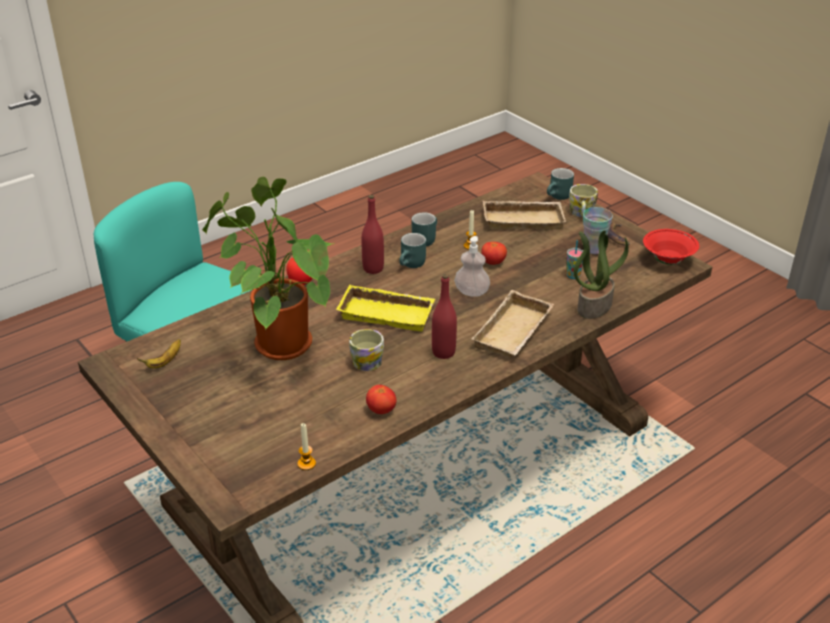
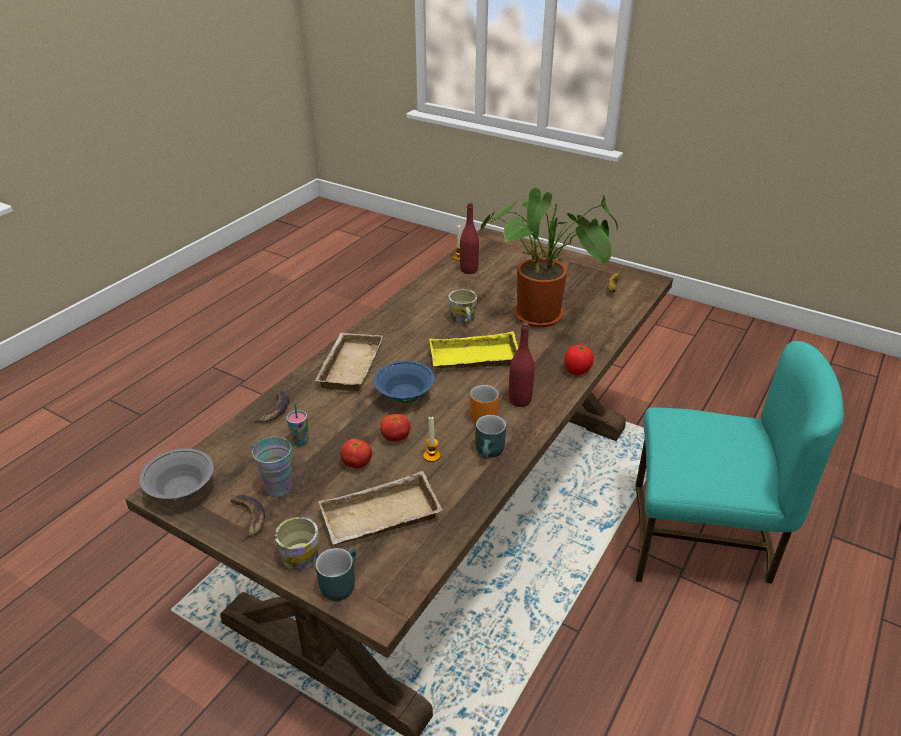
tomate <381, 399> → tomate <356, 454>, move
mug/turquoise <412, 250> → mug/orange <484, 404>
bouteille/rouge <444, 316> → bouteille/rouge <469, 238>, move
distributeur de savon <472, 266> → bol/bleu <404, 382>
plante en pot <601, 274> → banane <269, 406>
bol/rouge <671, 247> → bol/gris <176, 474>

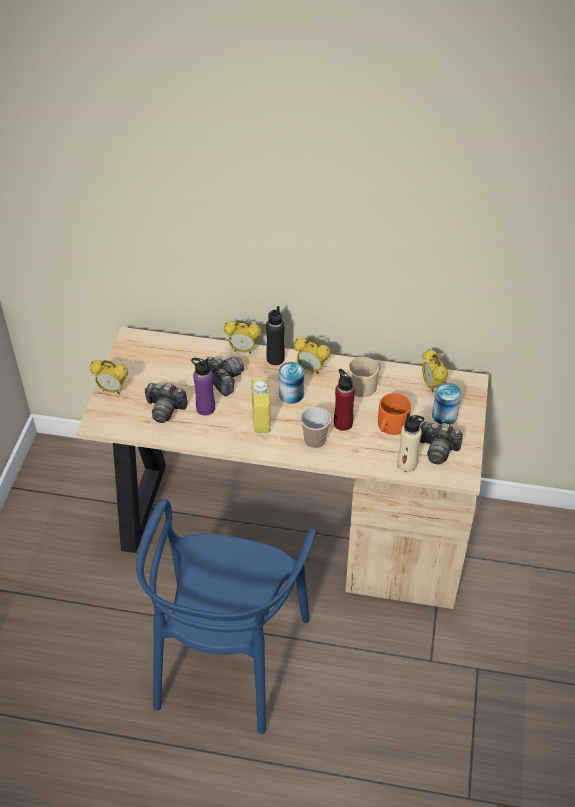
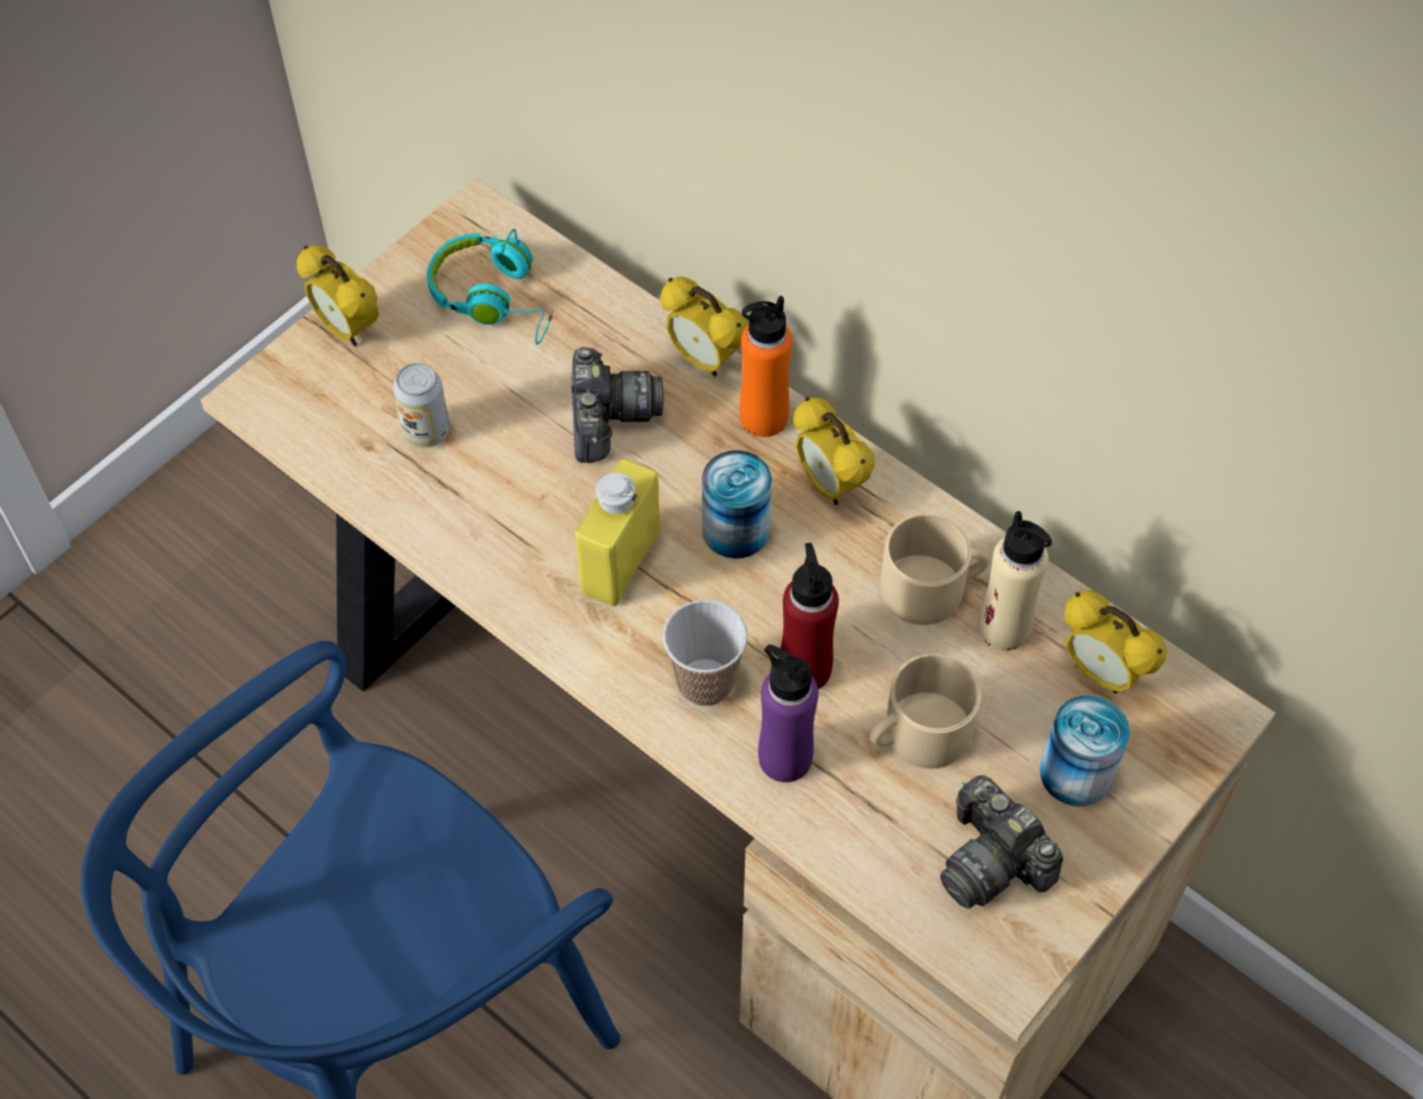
appareil photo <166, 403> → boîte métallique <421, 405>
bouteille/violet <203, 387> → bouteille/violet <788, 713>, move
bouteille/noir <275, 335> → bouteille/orange <766, 366>
mug/orange <394, 414> → mug/beige <925, 711>
bouteille/beige <410, 442> → bouteille/beige <1015, 580>, move
réveil <435, 370> → réveil <1115, 642>, 60 degrees counterclockwise
- → casque audio/turquoise <490, 286>

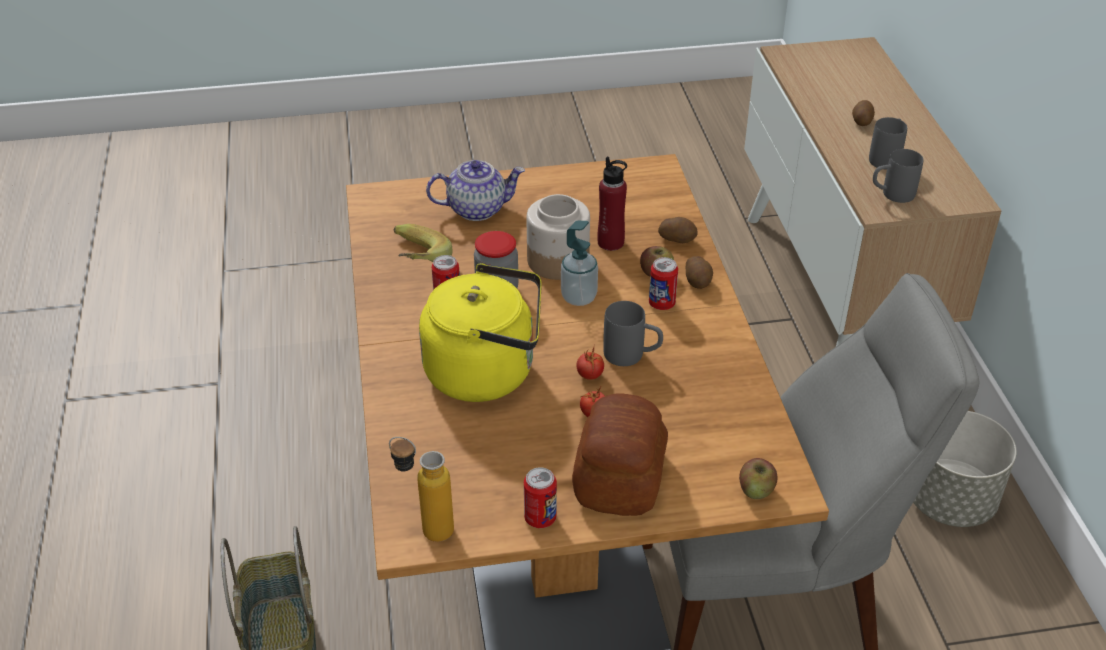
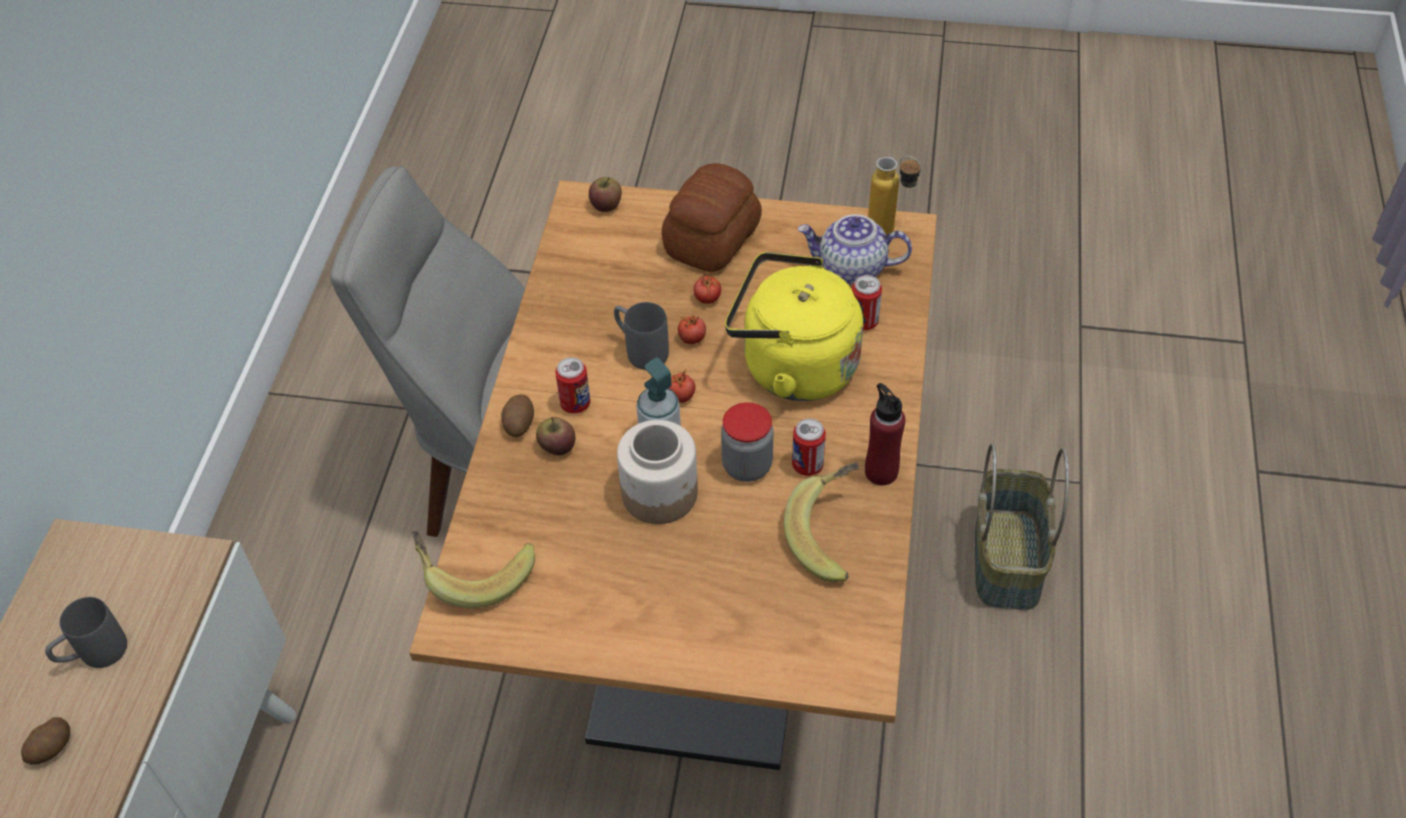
théière <475, 190> → théière <854, 249>, move
boîte métallique <540, 497> → boîte métallique <867, 302>, move
bouteille/rouge <612, 203> → bouteille/rouge <885, 434>, move
pomme de terre <677, 230> → -
mug/gris <898, 176> → -
cache-pot/gris <965, 469> → -
- → banane <473, 569>
- → tomate <682, 386>

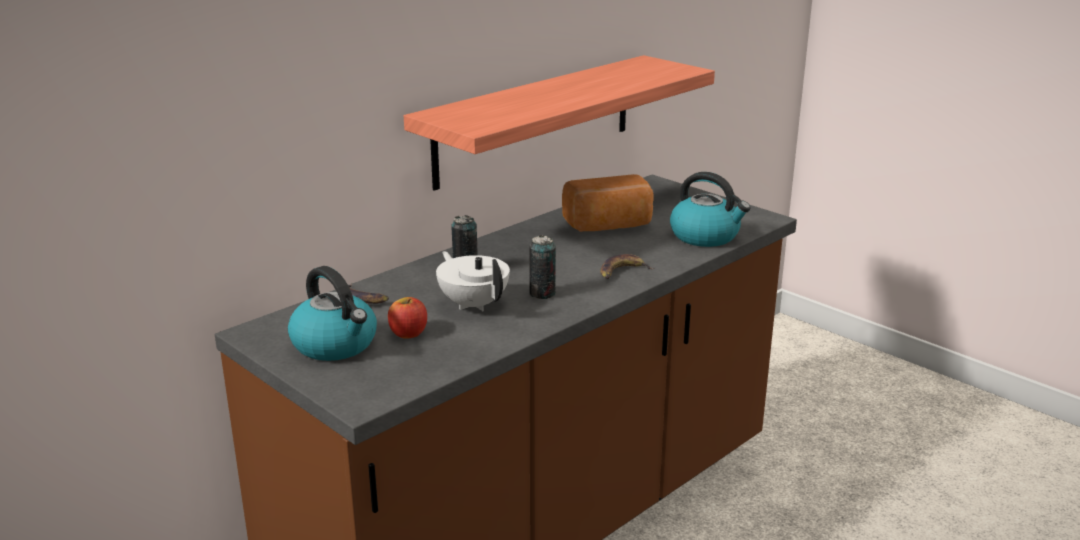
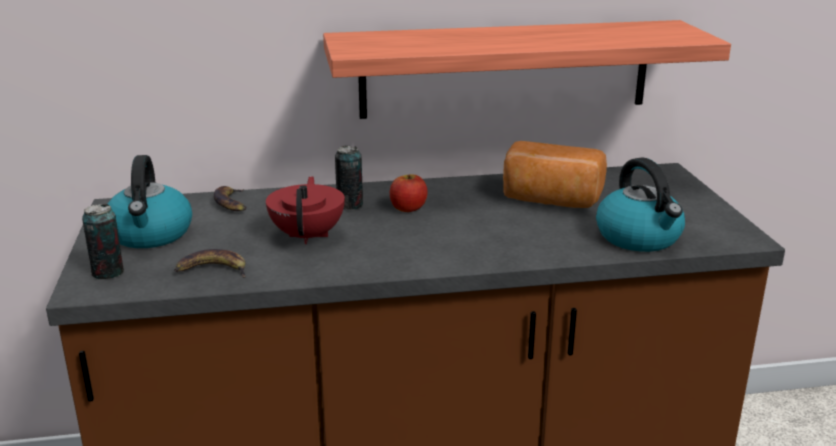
pomme <407, 317> → pomme <409, 193>, move
théière/blanc <473, 281> → théière/rouge <305, 210>
boîte métallique <542, 267> → boîte métallique <103, 241>, move
banane <627, 266> → banane <210, 263>, move

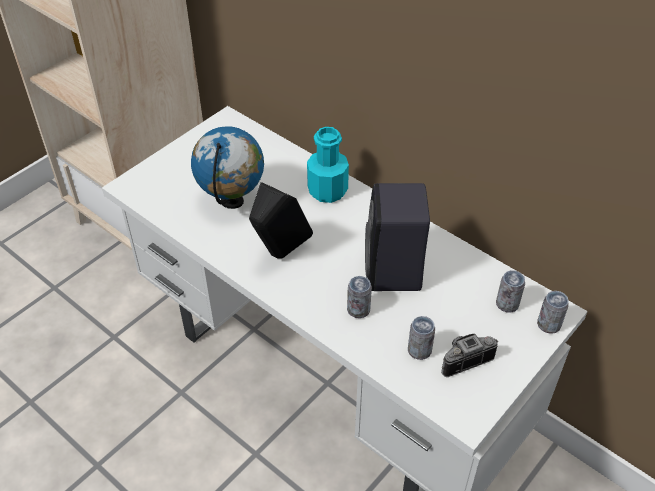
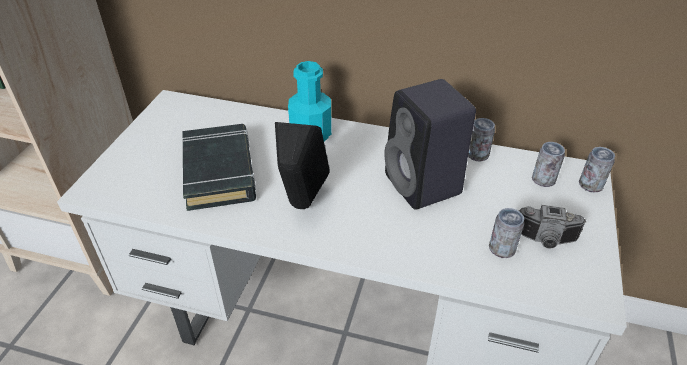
globe <227, 167> → livre/noir <219, 167>
boîte métallique <359, 297> → boîte métallique <481, 139>, move
appareil photo <469, 355> → appareil photo <552, 227>, 120 degrees counterclockwise

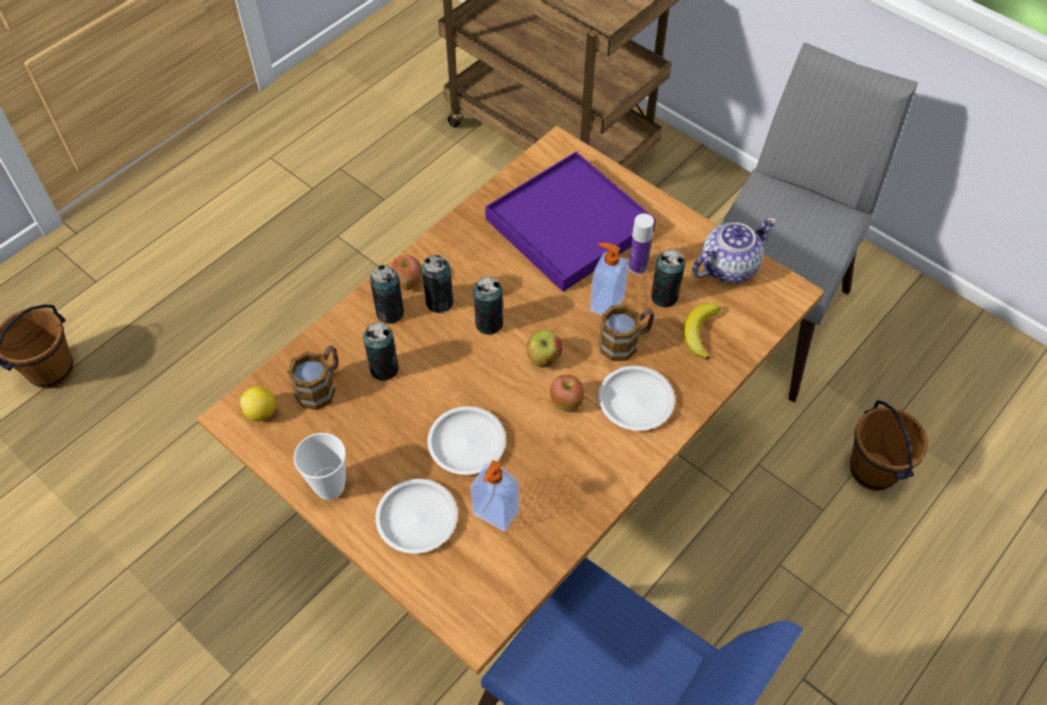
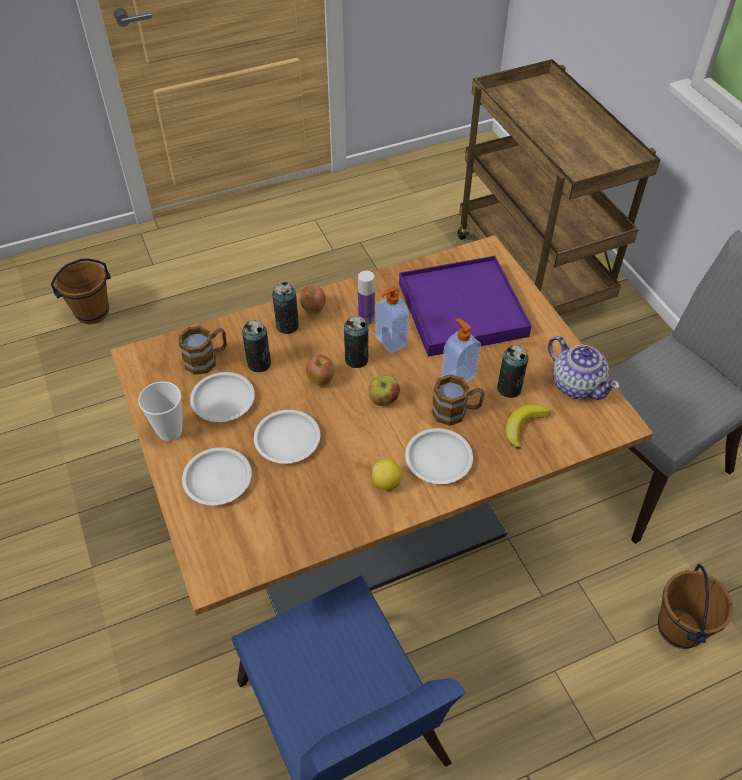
citron <258, 403> → citron <387, 474>, move
boîte métallique <437, 284> → -
distributeur de savon <494, 496> → distributeur de savon <392, 320>, move
pomme <567, 393> → pomme <320, 370>, move
bouteille <641, 243> → bouteille <366, 298>, move
théière <734, 250> → théière <584, 368>, 60 degrees clockwise
- → assiette/blanc <222, 397>

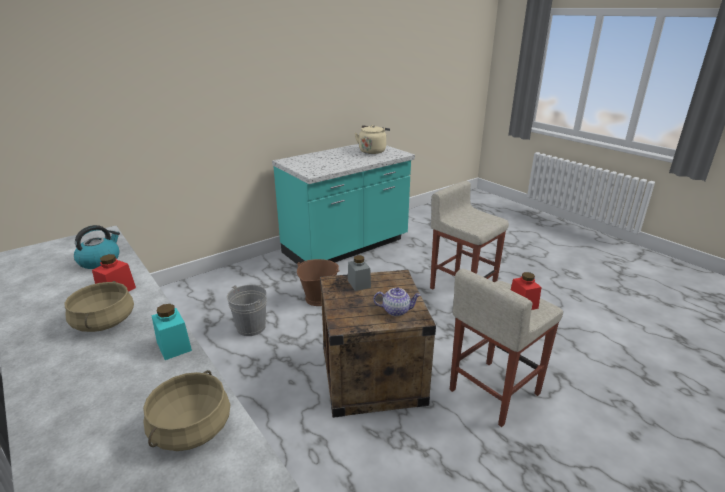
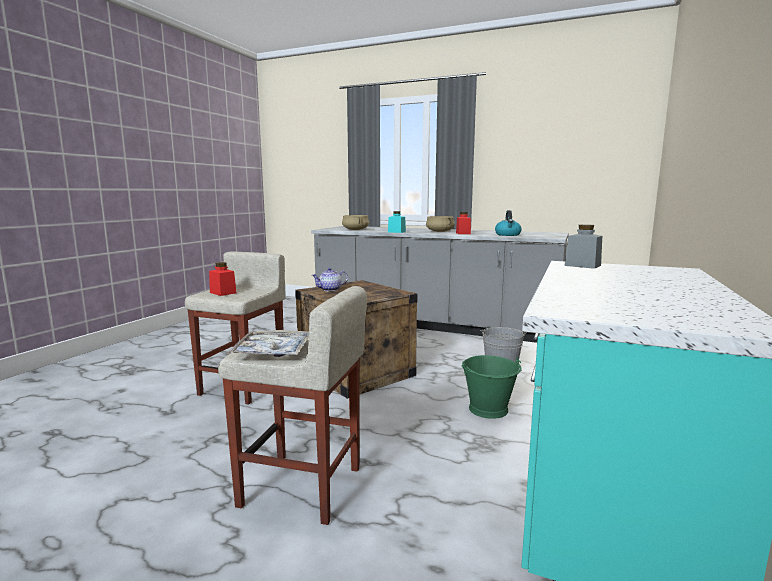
seau/marron <318, 282> → seau/vert <491, 387>
bocal/gris <359, 273> → bocal/gris <583, 246>, move
bouilloire/beige <372, 139> → -
- → plateau <268, 344>

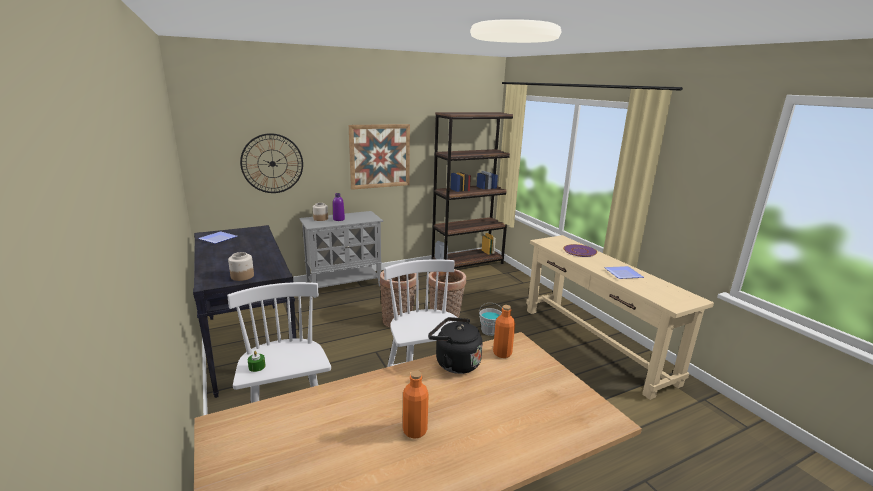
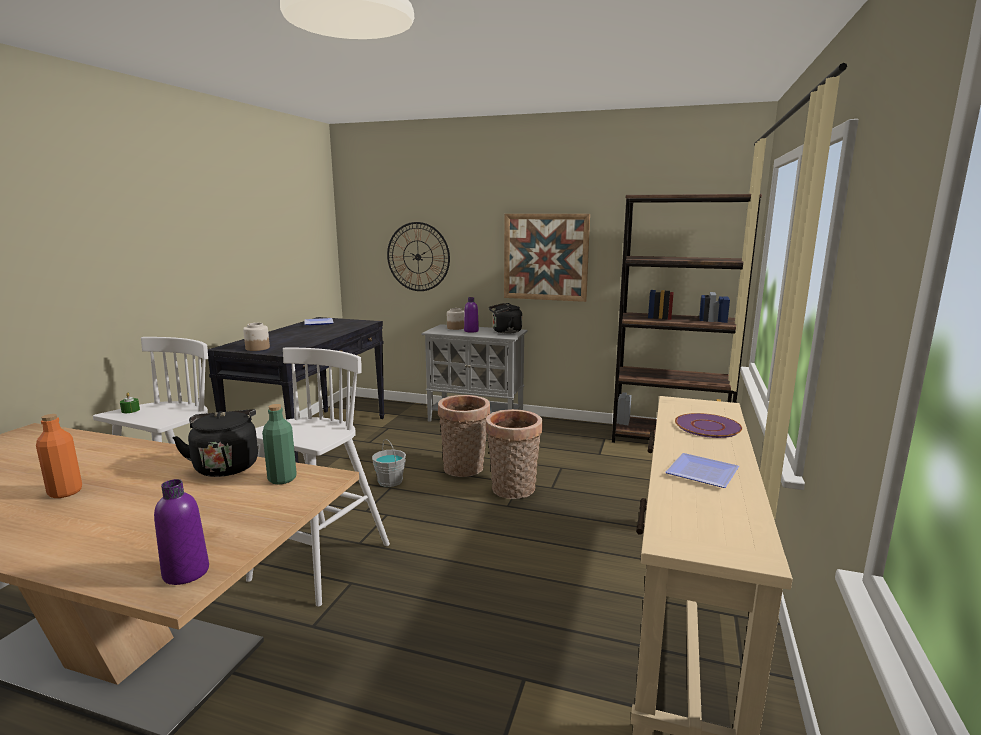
seau/gris <490, 319> → seau/gris <389, 463>, move
bouteille/orange <504, 331> → bouteille/vert <279, 444>
- → bouteille/violet <181, 532>
- → bouilloire/noir <505, 318>

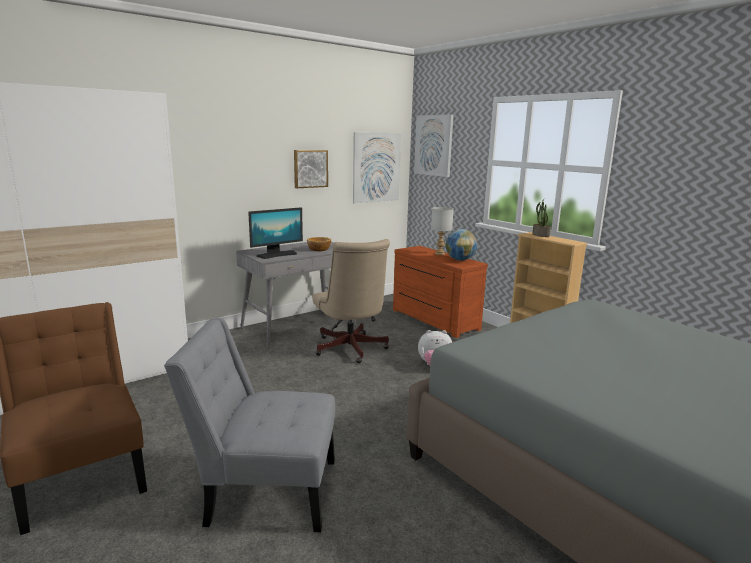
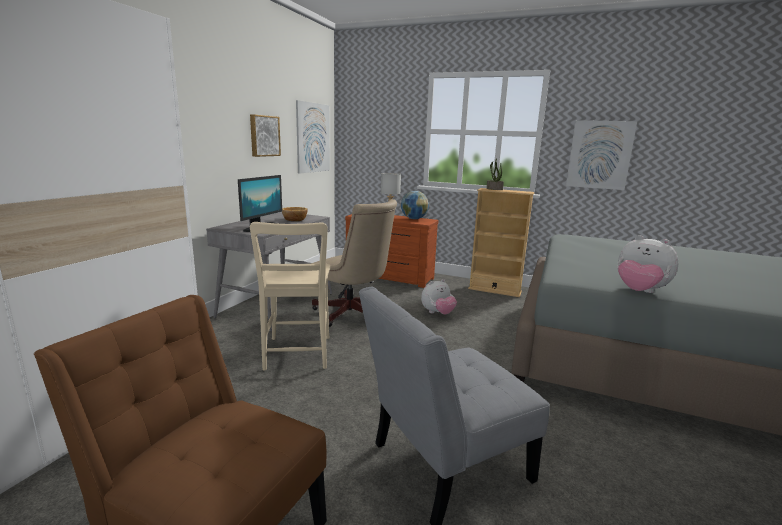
tableau <434, 146> → tableau <601, 155>, move
- → chaise/beige <290, 296>
- → peluche <648, 264>

